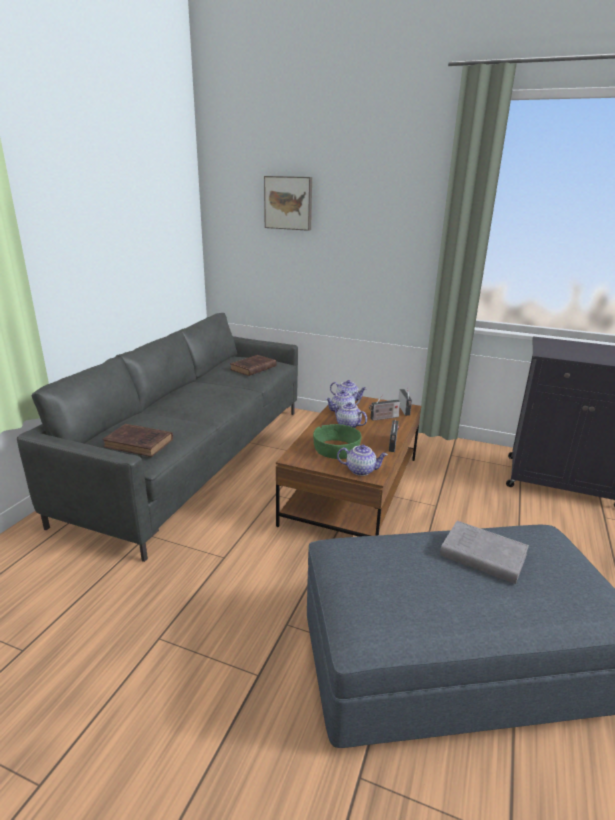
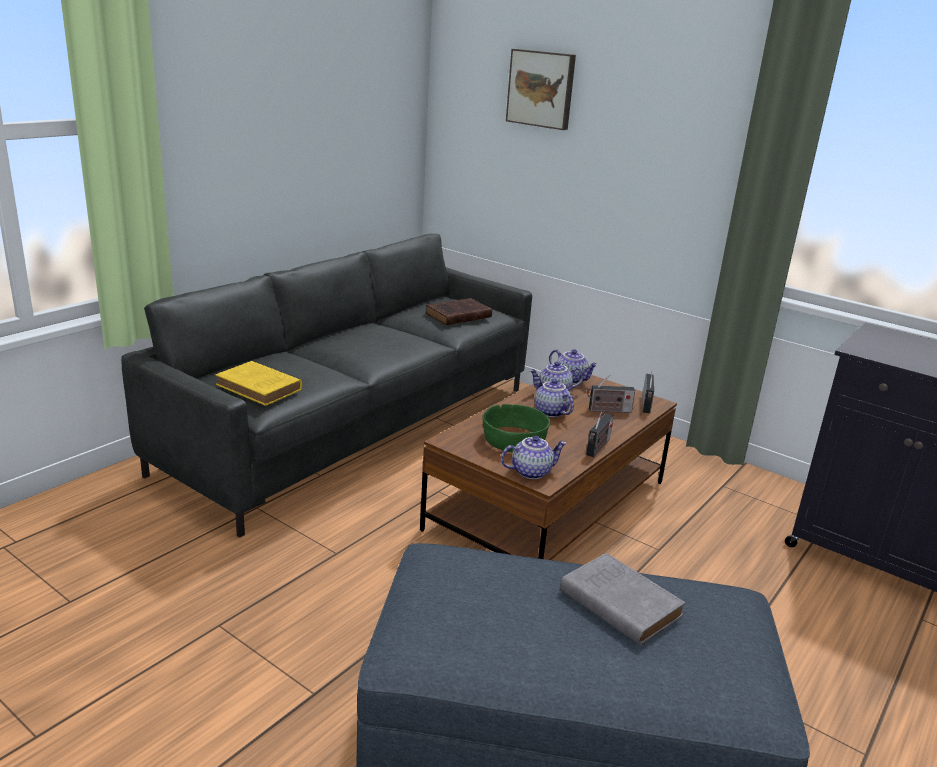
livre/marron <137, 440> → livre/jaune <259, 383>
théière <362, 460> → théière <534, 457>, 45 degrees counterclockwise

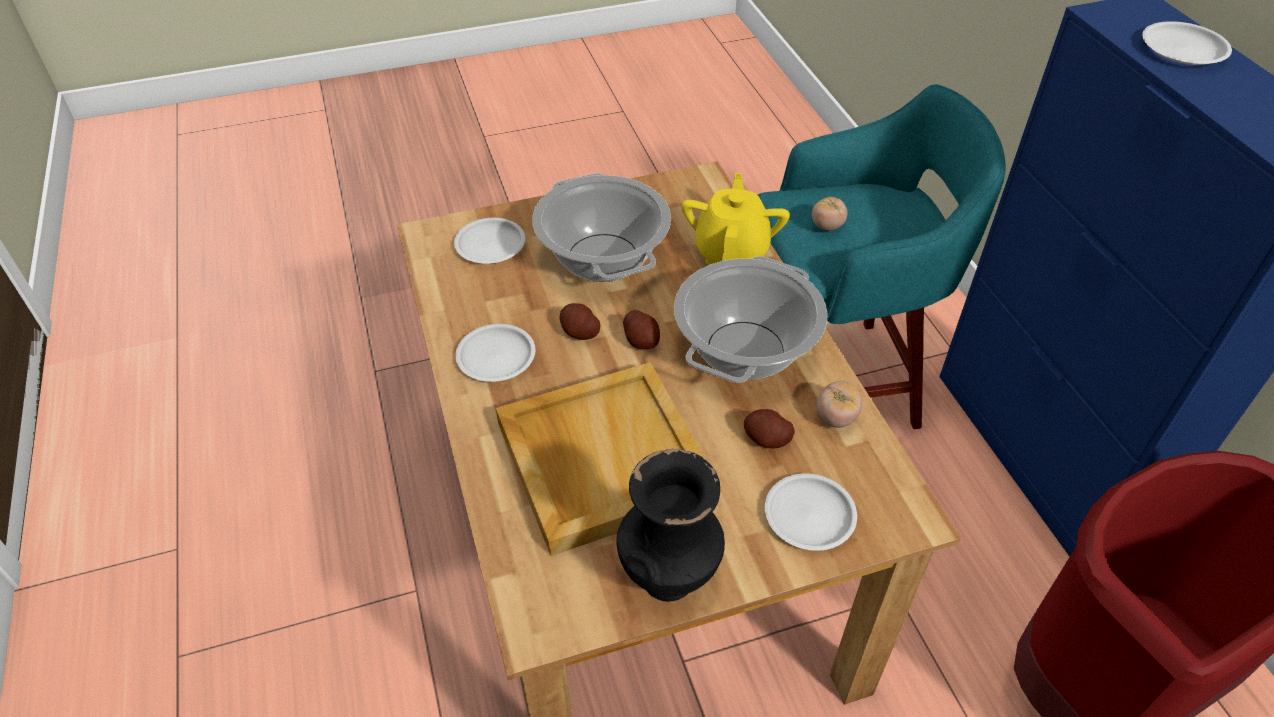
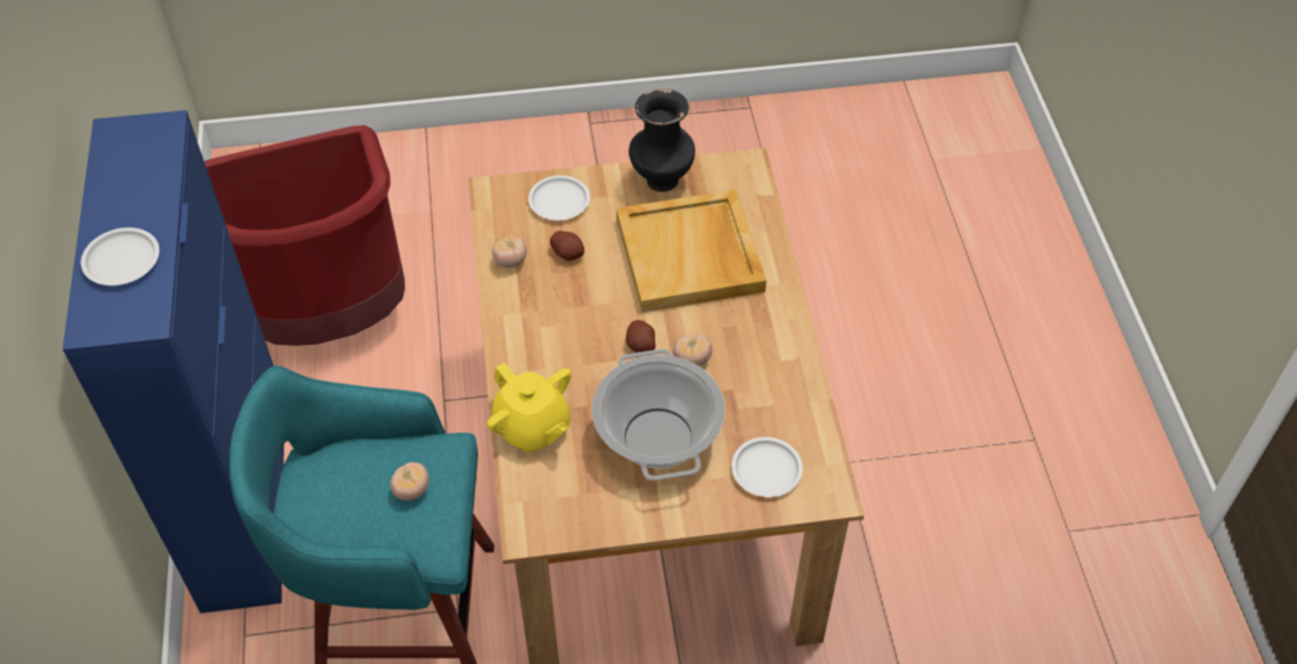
assiette/blanc <495, 353> → -
pomme de terre <579, 321> → tomate <692, 351>
marmite <751, 319> → -
théière/jaune <736, 219> → théière/jaune <529, 407>, 60 degrees counterclockwise

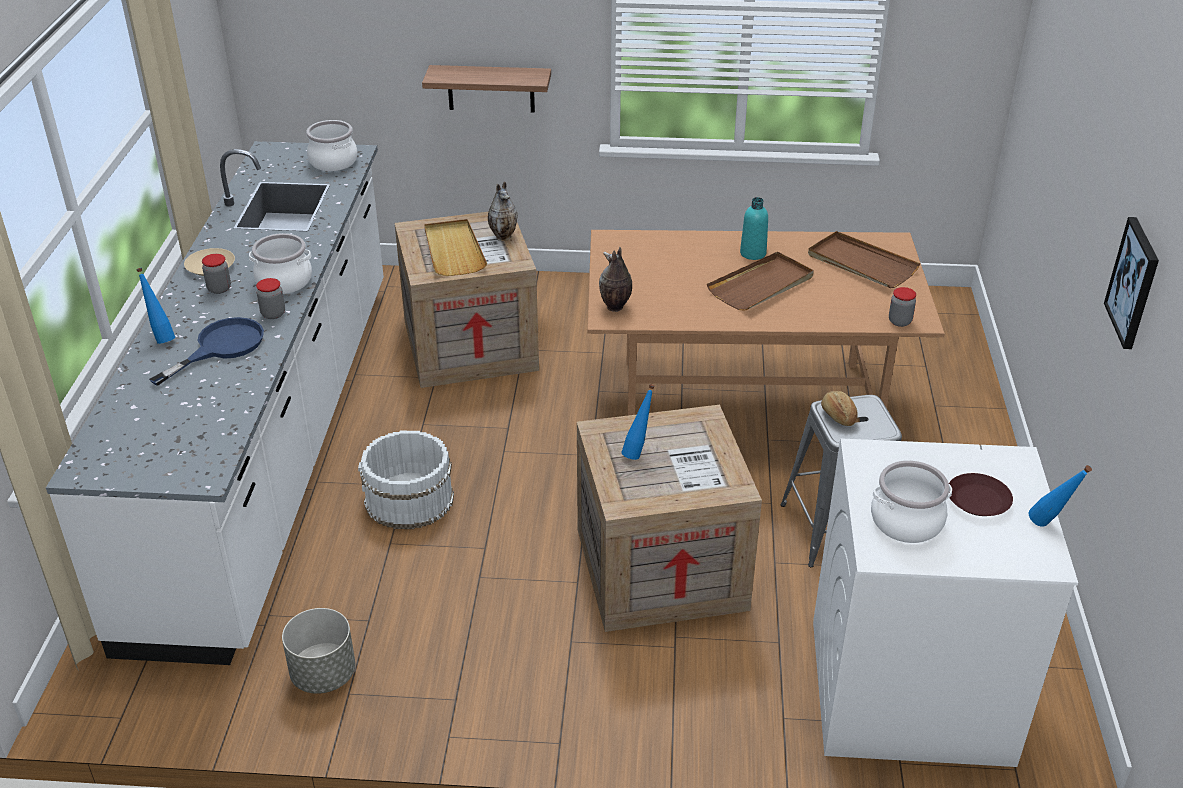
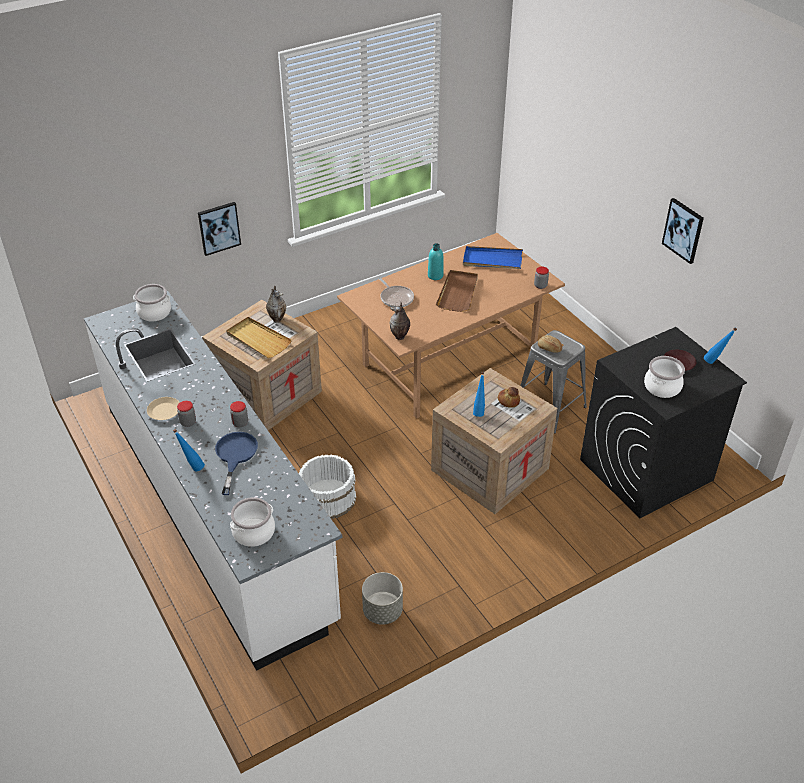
marmite <280, 263> → marmite <252, 522>, move
étagère <486, 88> → tableau <219, 229>
plateau/marron <864, 259> → plateau/bleu <493, 257>
lave-linge/blanc <945, 602> → lave-linge/noir <663, 423>
- → poêle <396, 292>
- → pain <509, 397>

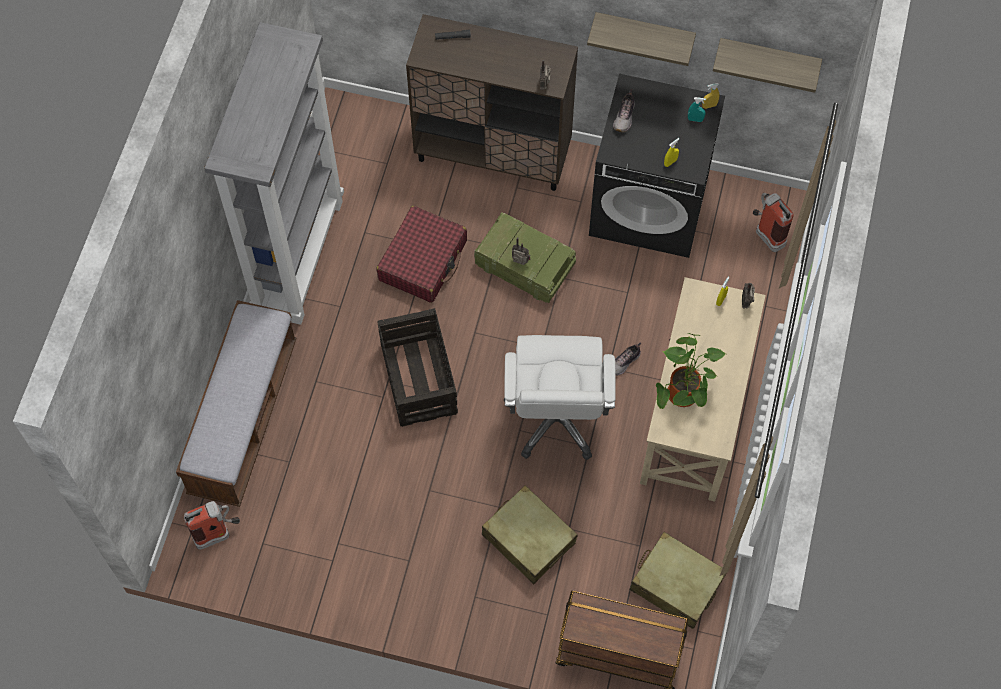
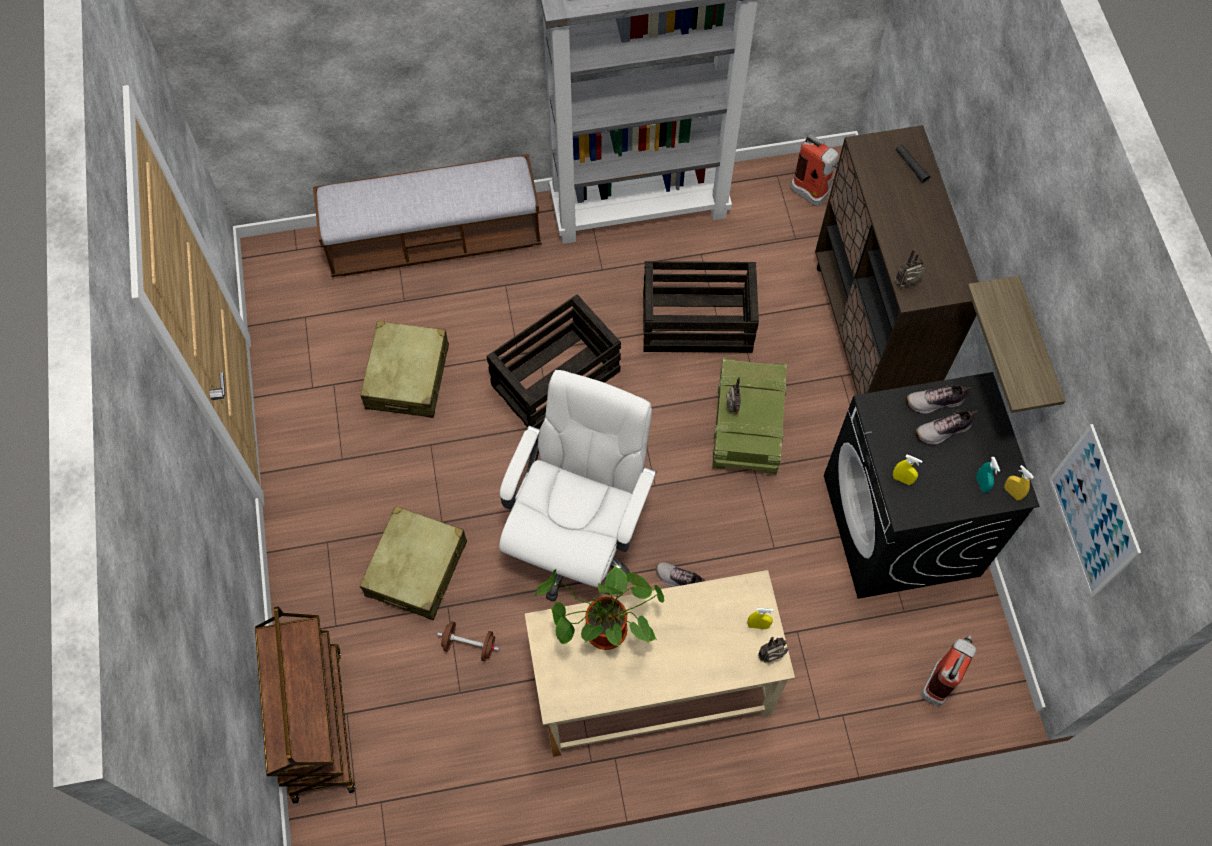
extincteur <212, 525> → extincteur <815, 170>, move
valise/rouge <421, 254> → caisse <701, 307>
chaise de bureau/blanc <559, 397> → chaise de bureau/blanc <578, 486>, 135 degrees clockwise
valise/beige <678, 580> → valise/beige <404, 369>, move
étagère <767, 65> → tableau <1095, 511>
- → haltère/marron <468, 641>
- → chaussure <947, 427>

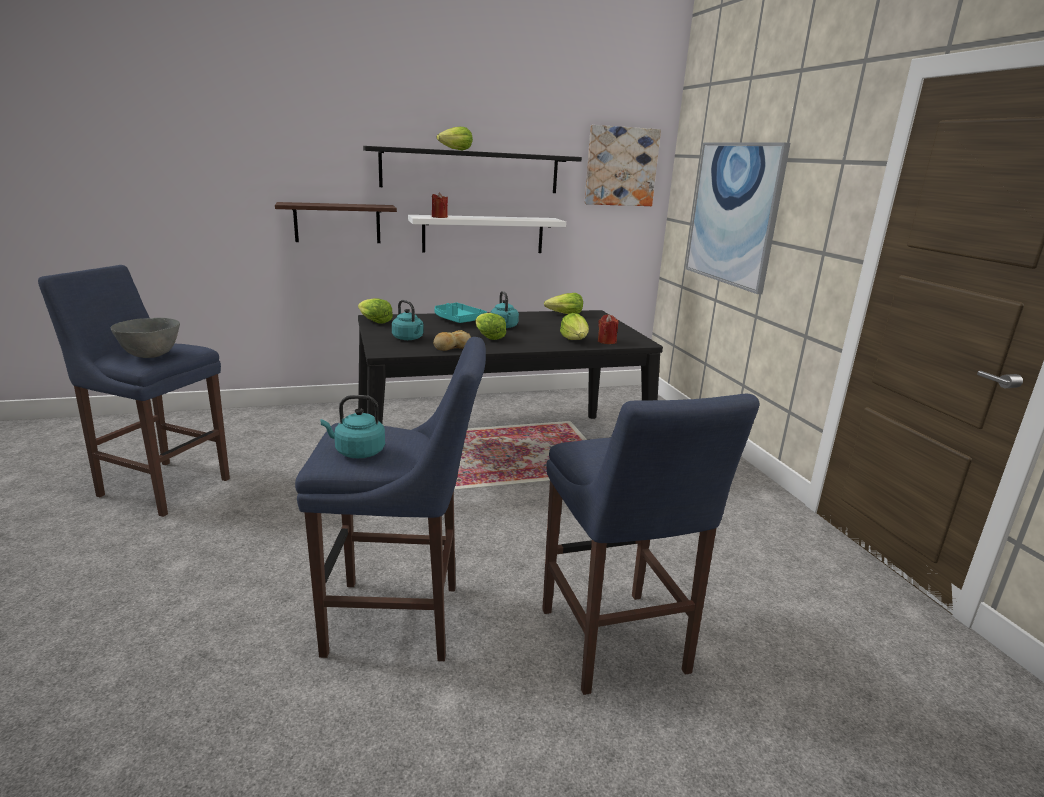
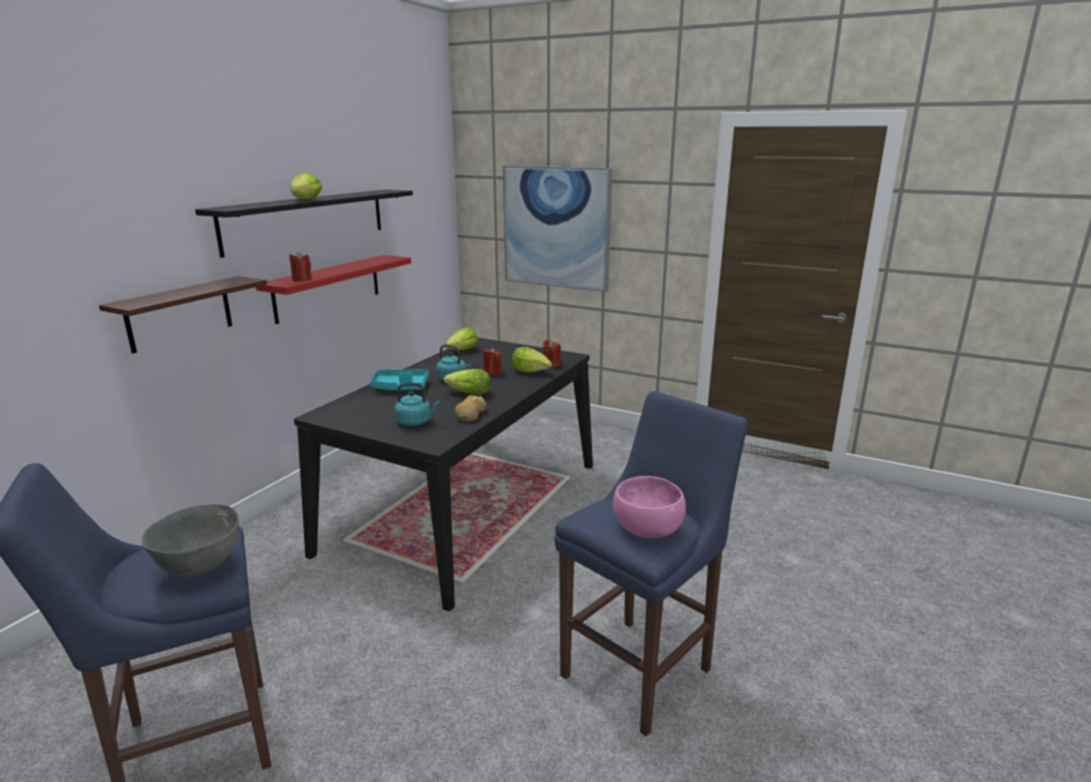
bouilloire/turquoise <352, 427> → bol/rose <649, 507>
laitue <375, 311> → -
étagère/blanc <487, 234> → étagère/rouge <333, 289>
tabouret/bleu <650, 544> → -
tableau <622, 165> → -
- → bougie/rouge <492, 361>

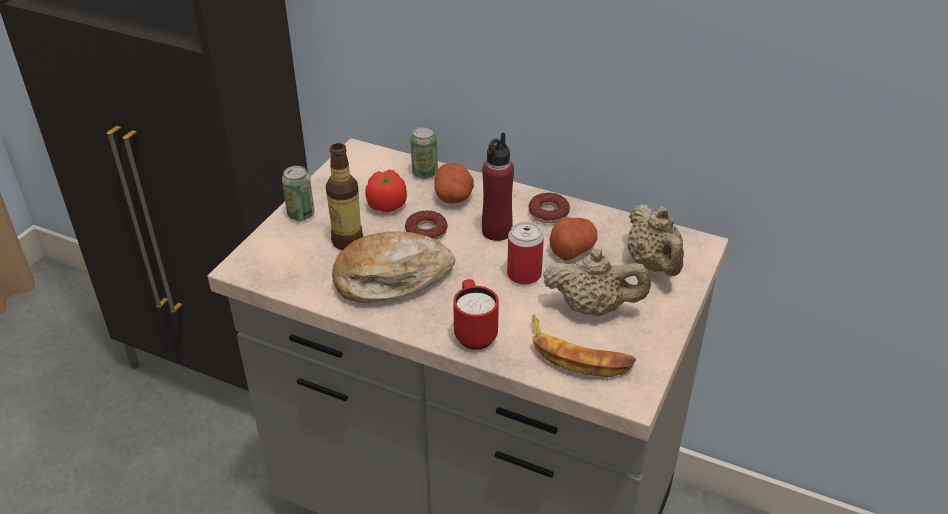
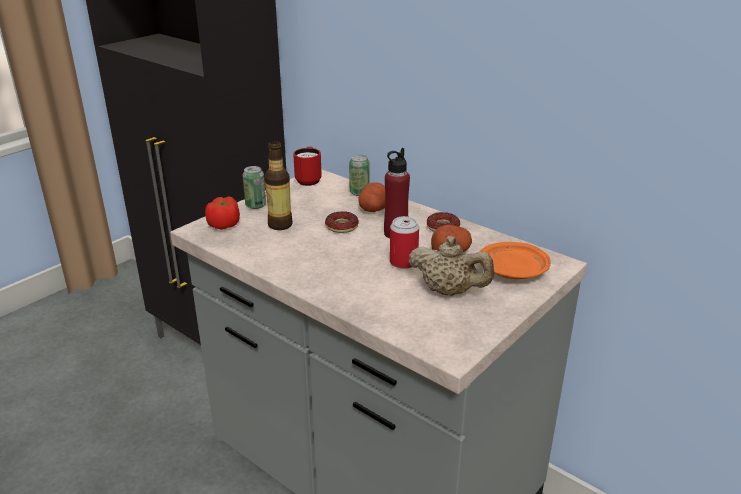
pain <393, 267> → -
tomate <386, 191> → tomate <222, 213>, move
mug/rouge <476, 314> → mug/rouge <307, 166>, move
banane <584, 346> → -
théière/beige <655, 240> → assiette/orange <515, 260>

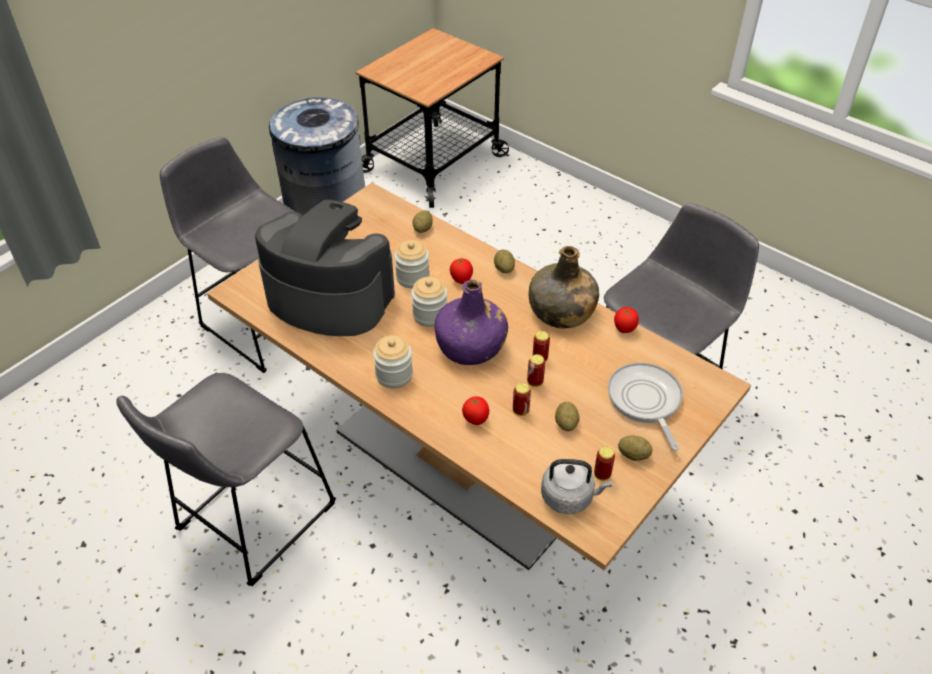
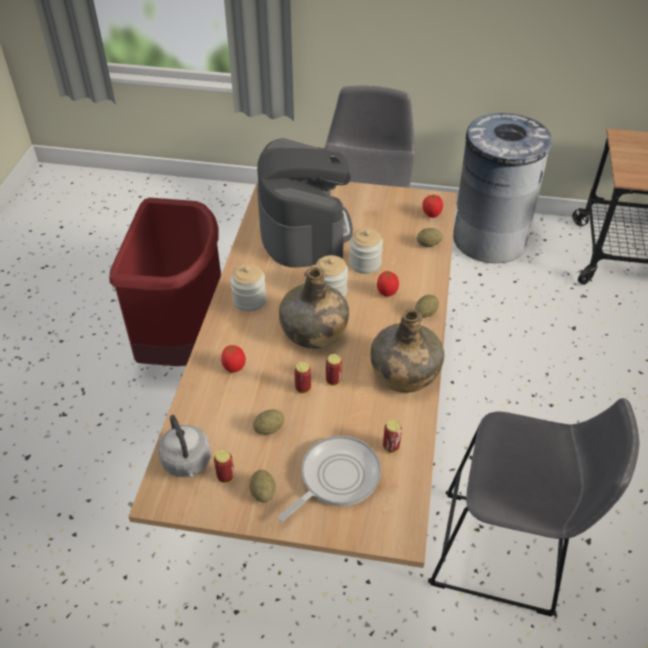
tabouret/gris <226, 479> → poubelle/rouge <165, 282>
bouteille/violet <471, 322> → bouteille/vert <314, 308>
boîte métallique <522, 399> → boîte métallique <392, 436>, move
tomate <626, 320> → tomate <432, 206>, move

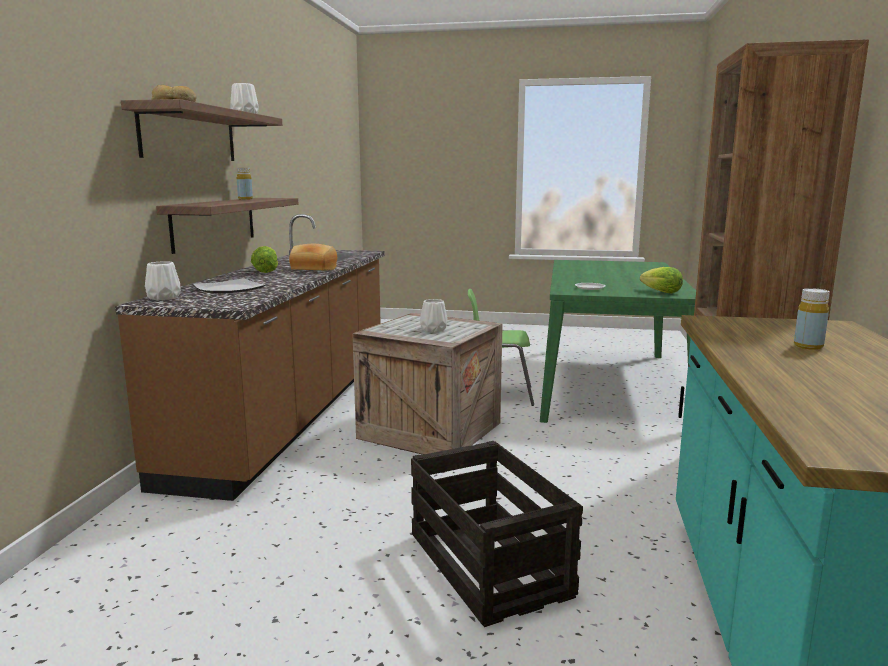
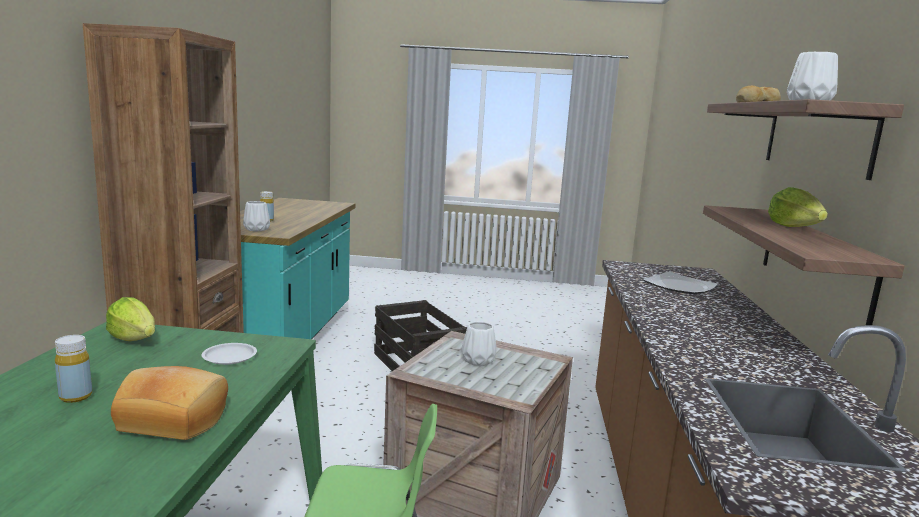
vase/blanc <163, 280> → vase/blanc <256, 216>, move
bouteille/jaune <245, 184> → bouteille/jaune <73, 369>, move
laitue <264, 259> → laitue <798, 207>, move
pain <313, 257> → pain <169, 403>, move

